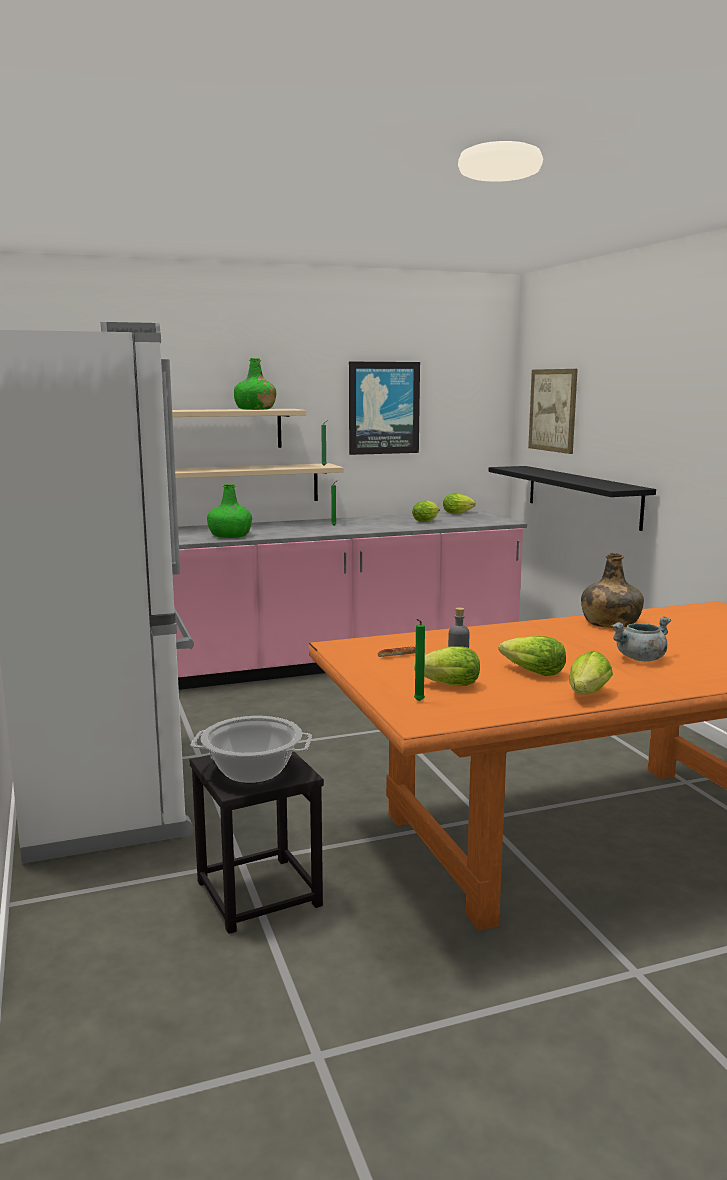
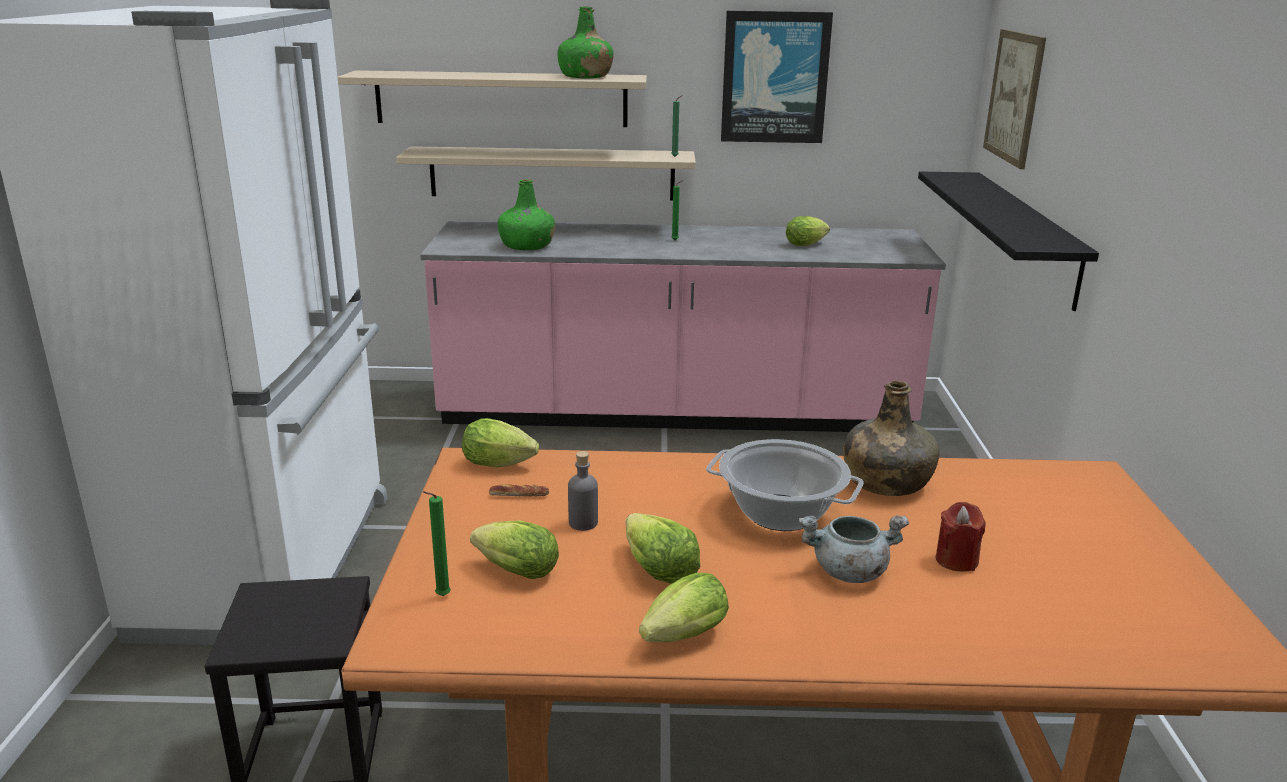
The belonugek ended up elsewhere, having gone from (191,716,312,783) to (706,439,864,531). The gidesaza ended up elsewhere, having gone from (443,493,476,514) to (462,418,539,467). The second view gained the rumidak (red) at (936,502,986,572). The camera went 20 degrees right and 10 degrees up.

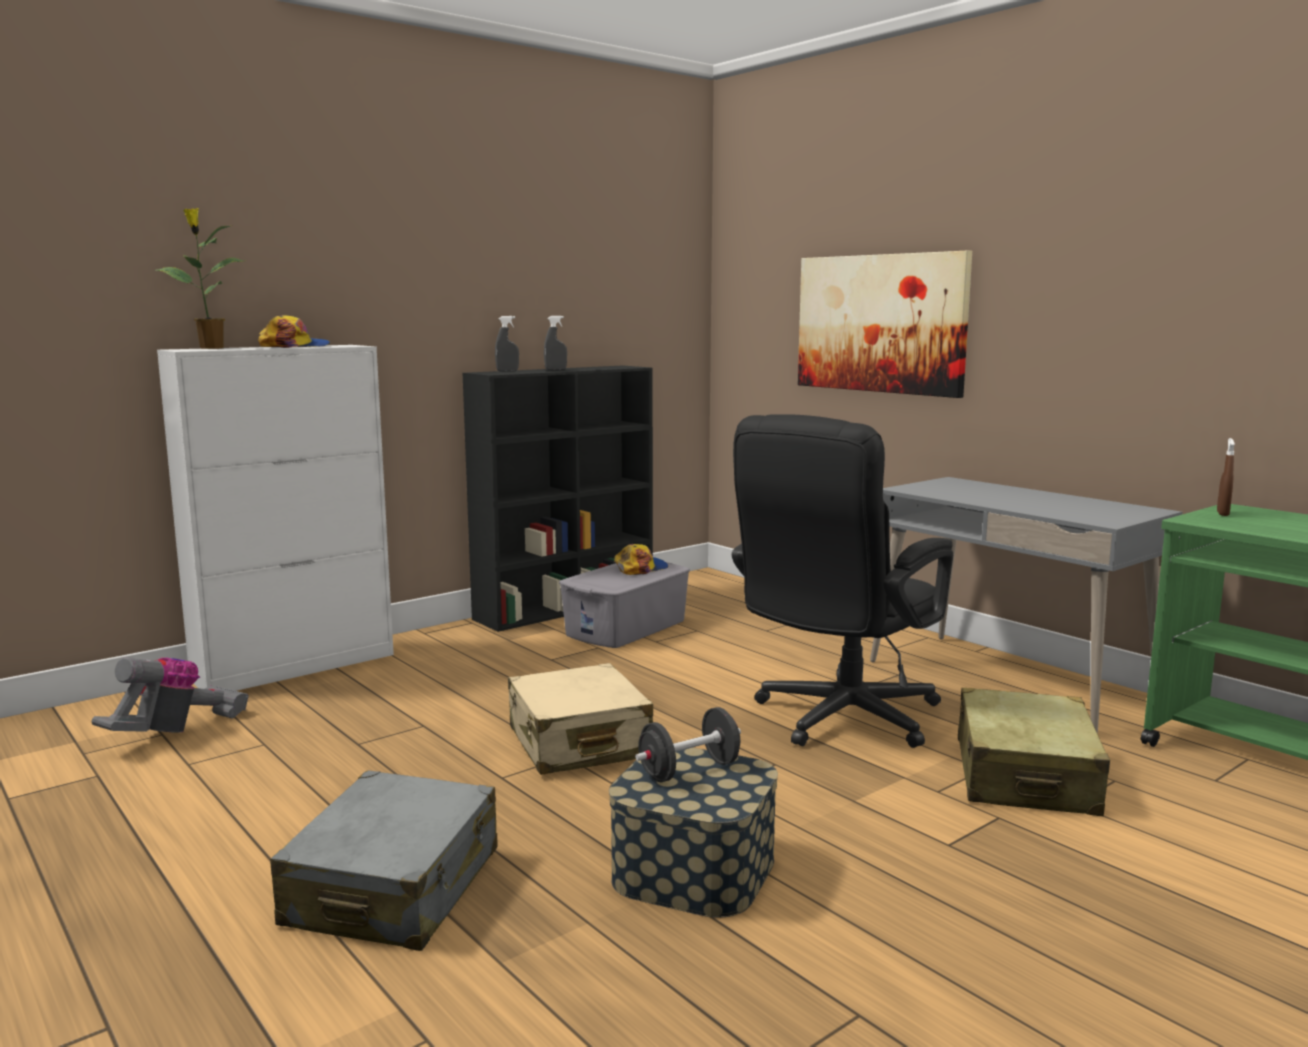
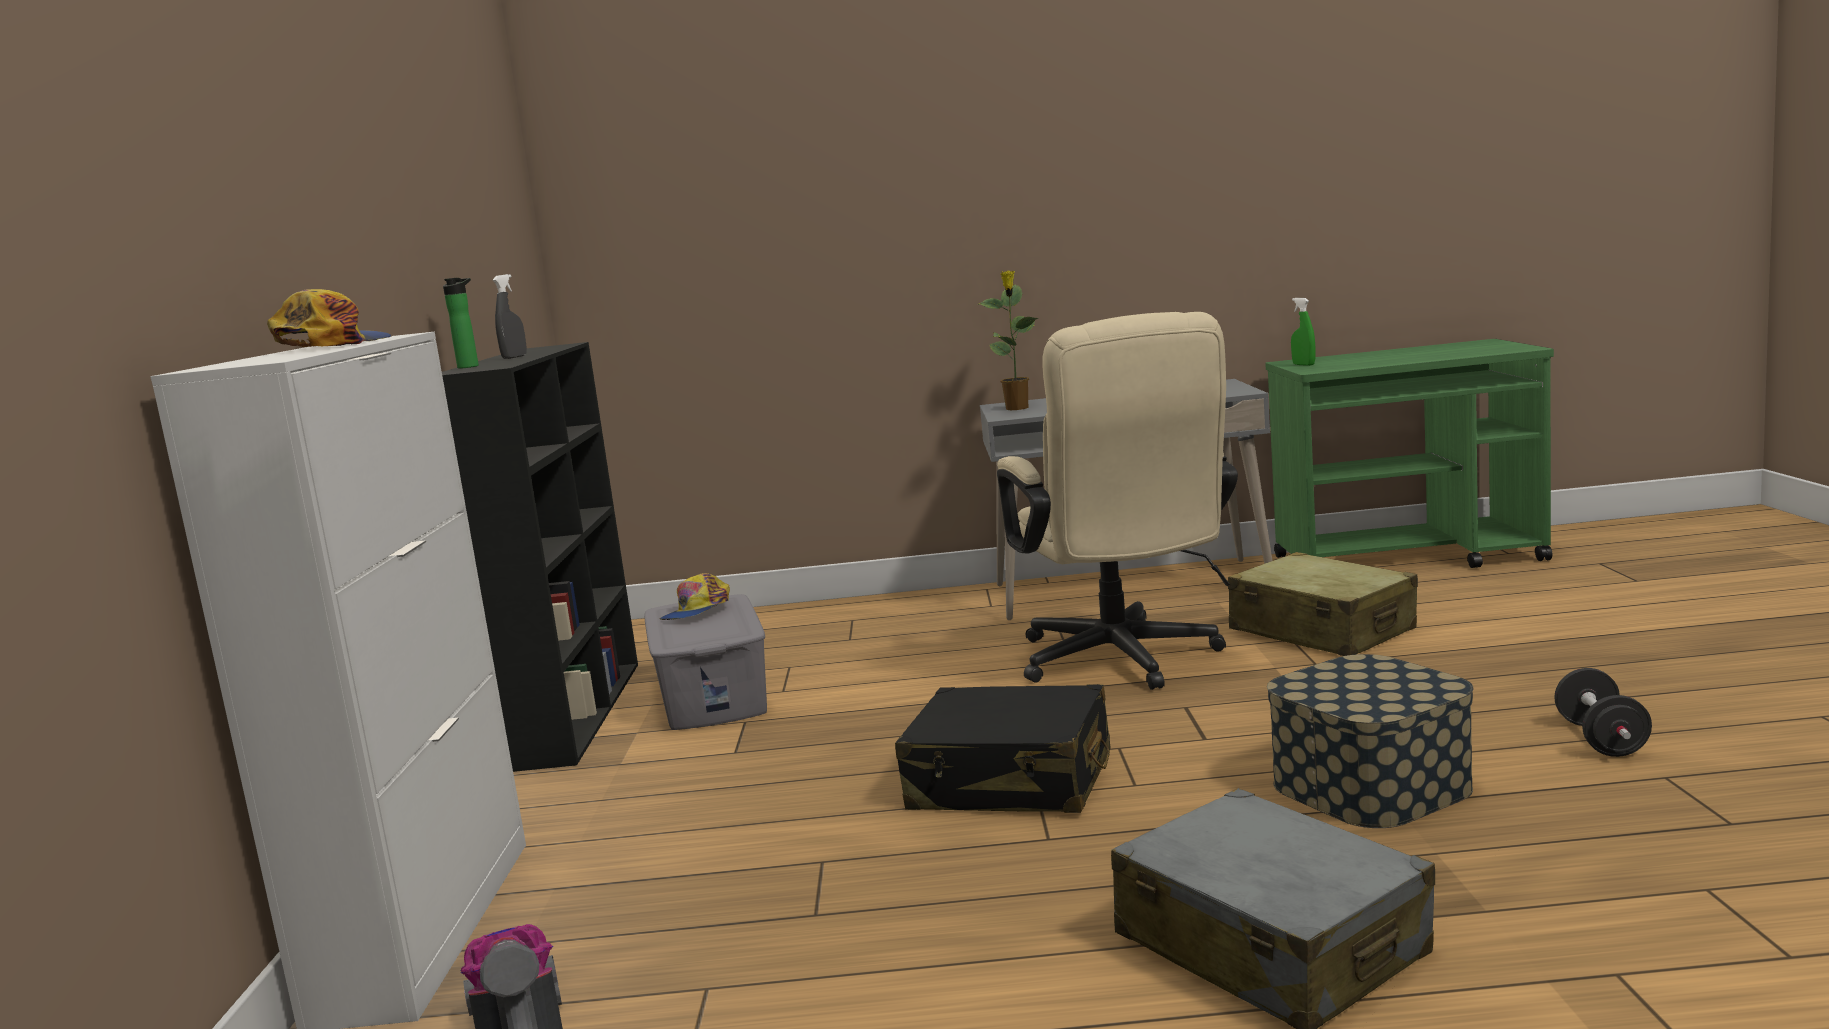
The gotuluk ended up elsewhere, having gone from (156,208,244,349) to (977,271,1038,410). Where the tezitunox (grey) stood at (495,316,519,371), the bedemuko came to stand at (443,278,479,369). What was the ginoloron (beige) at (508,663,653,775) turned into the ginoloron (black) at (895,684,1111,813). The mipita at (614,544,668,575) ended up facing another way, 150 degrees counterclockwise from before. The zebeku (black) ended up elsewhere, having gone from (635,707,741,782) to (1554,668,1652,757). What was the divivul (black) at (732,414,953,748) turned into the divivul (beige) at (997,312,1238,690). The second view lost the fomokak at (798,251,972,398). What was the tezitunox (brown) at (1217,438,1235,516) turned into the tezitunox (green) at (1291,298,1315,366). The camera went 50 degrees left and 0 degrees up.

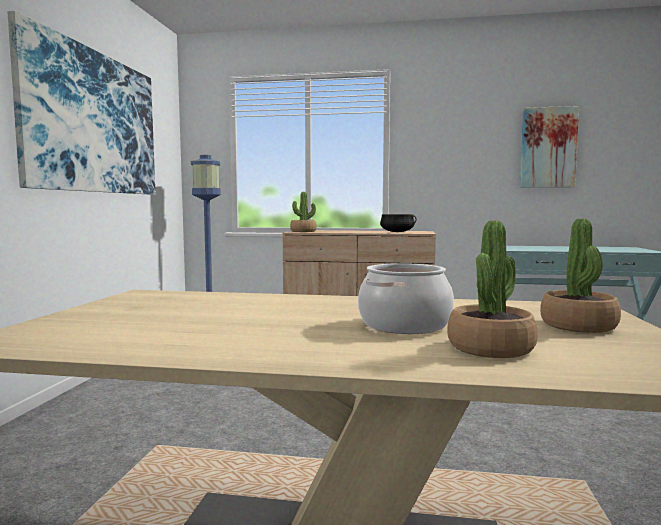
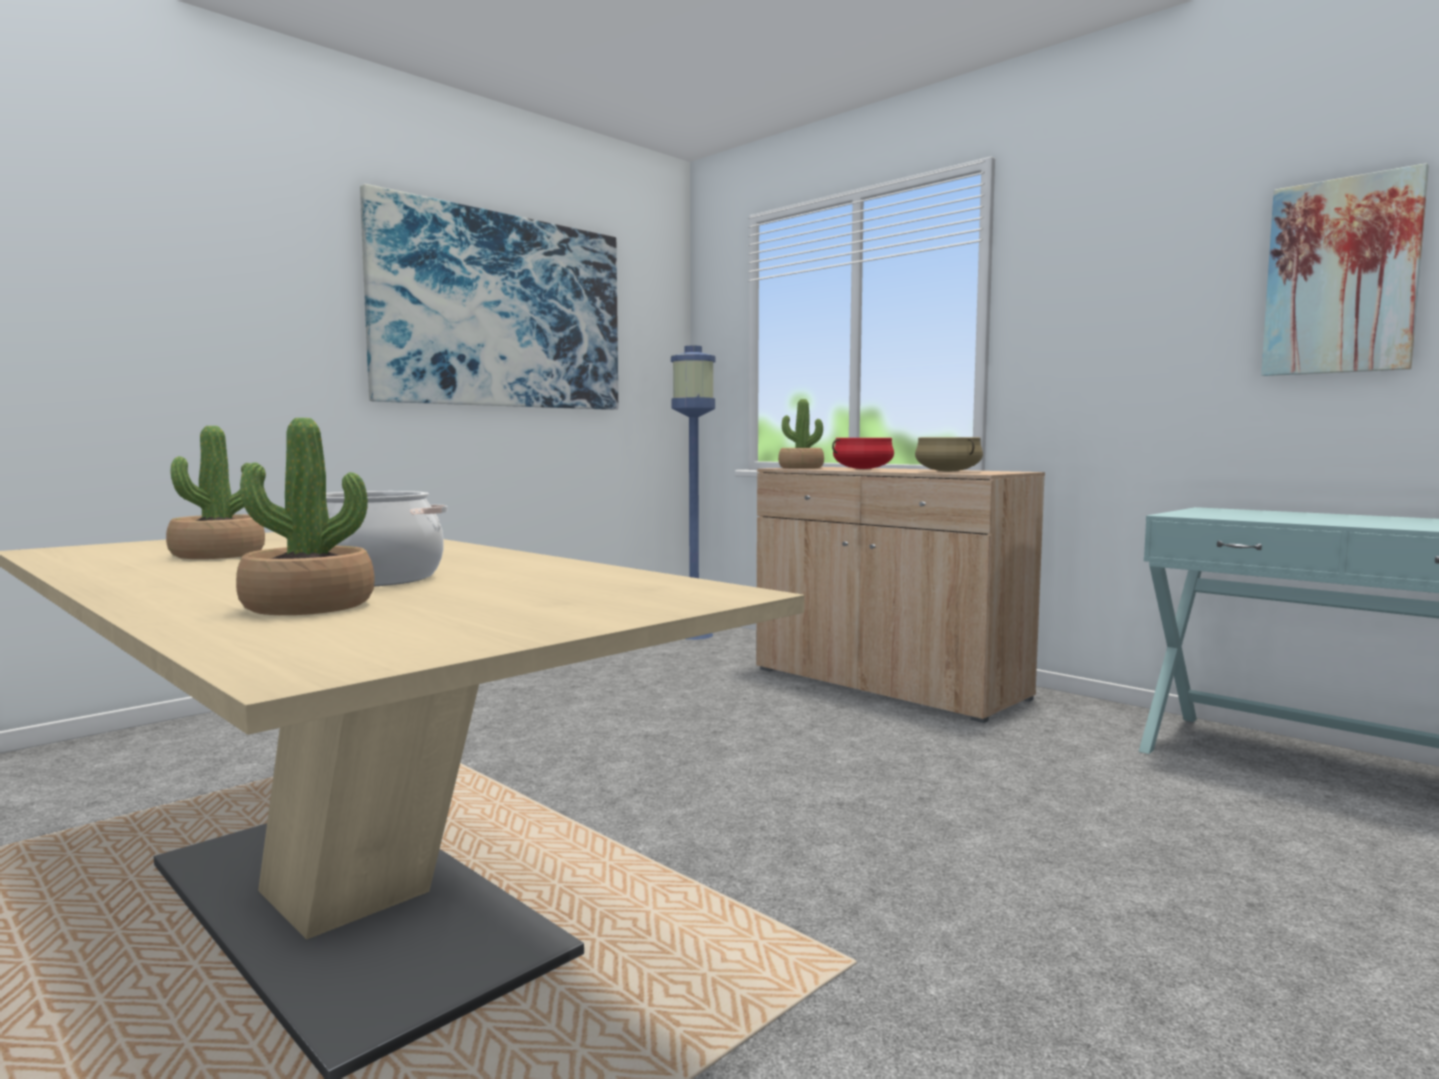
What was the belonugek (black) at (380,214,417,232) turned into the belonugek (beige) at (915,437,983,472). The gotuluk ended up elsewhere, having gone from (540,218,621,333) to (166,426,265,559). The second view gained the belonugek (red) at (832,438,894,469). The camera went 35 degrees right and 0 degrees up.

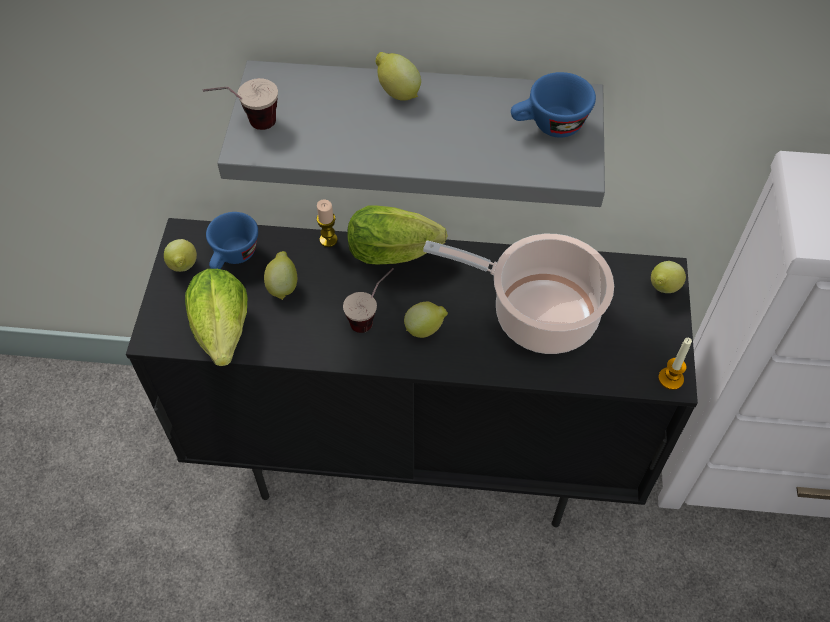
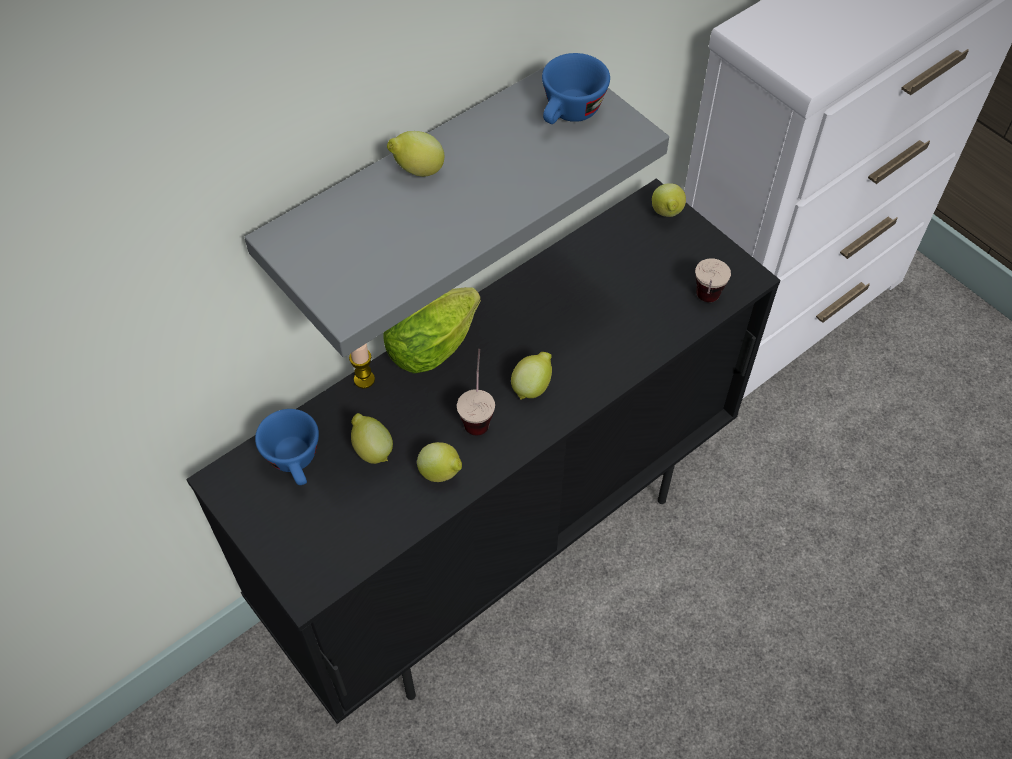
The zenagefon ended up elsewhere, having gone from (164,239,197,272) to (417,442,462,482). The second view lost the gidesaza at (185,269,247,366). The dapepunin ended up elsewhere, having gone from (203,78,278,130) to (695,258,731,302). The second view lost the belonugek at (423,234,614,354). The second view lost the rumidak at (658,338,692,390). The camera went 45 degrees left and 0 degrees up.

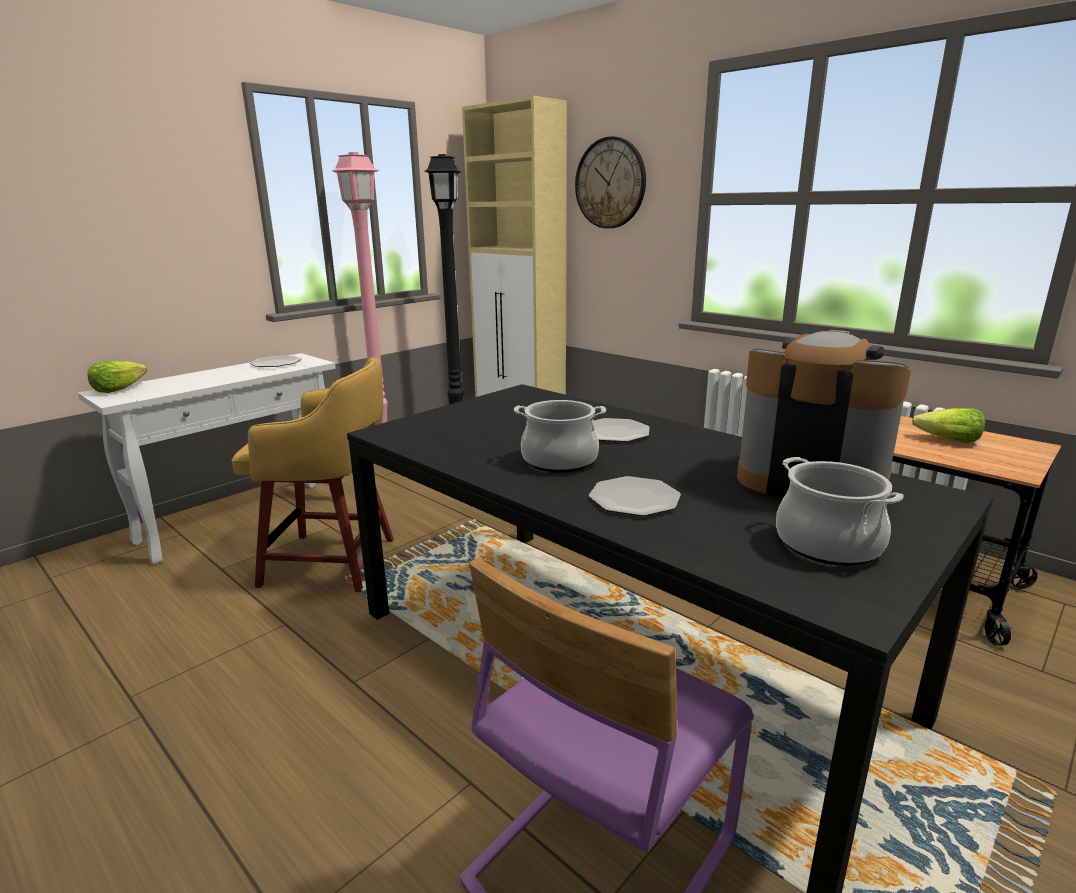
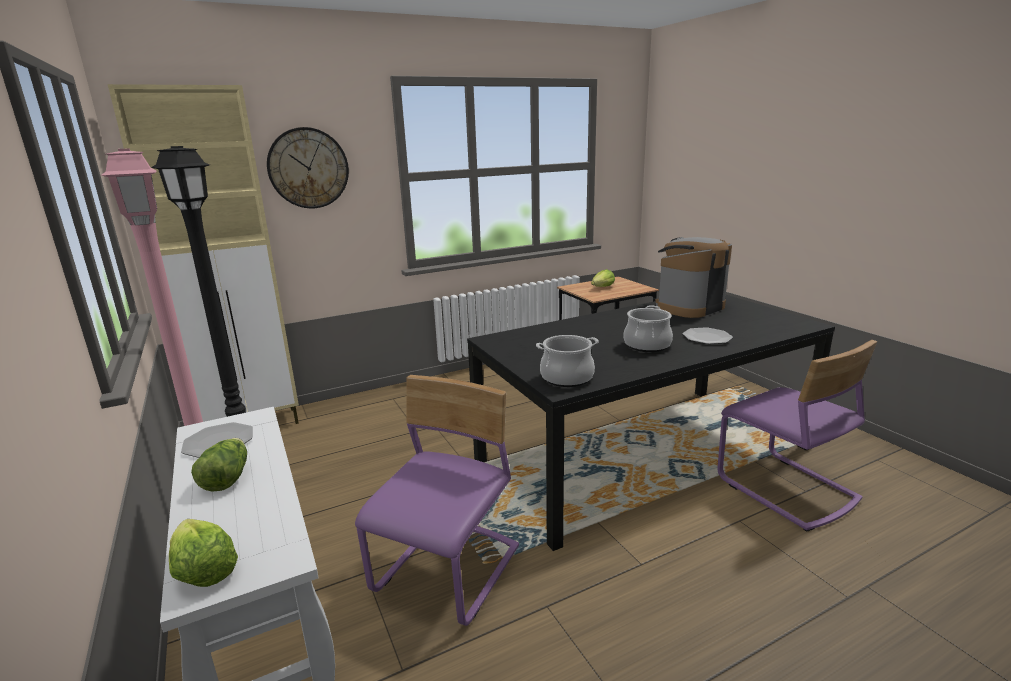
Where the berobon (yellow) stood at (232,357,394,592), the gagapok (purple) came to stand at (355,375,519,626). The second view lost the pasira at (593,418,649,442). The belonugek ended up elsewhere, having gone from (776,457,903,566) to (536,335,599,387). The second view gained the gidesaza at (191,438,247,492). The camera went 70 degrees left and 0 degrees up.

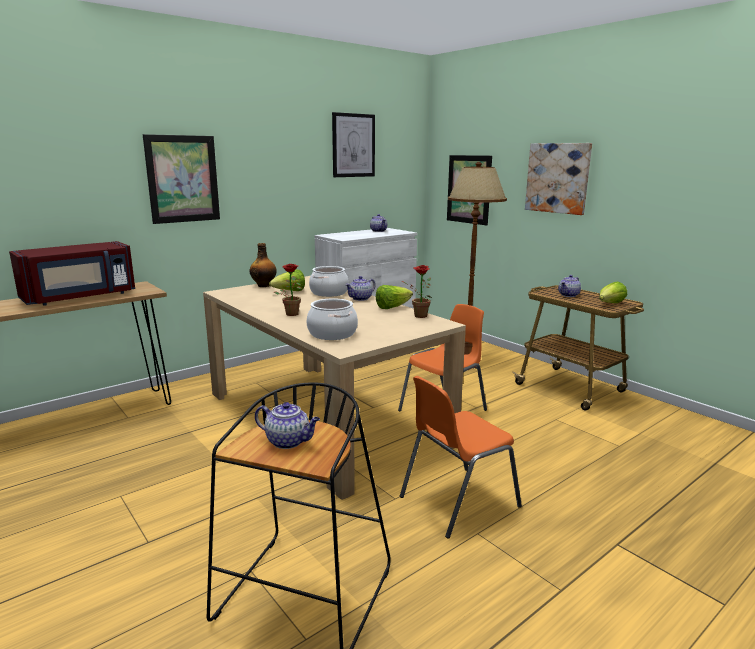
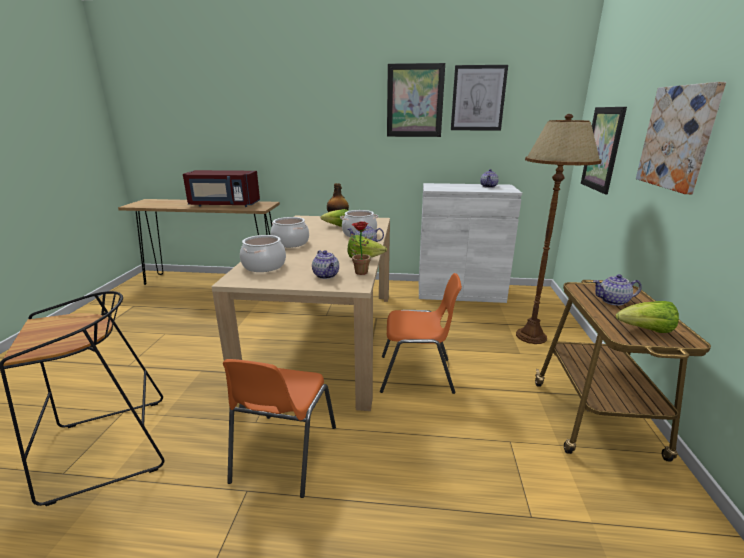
The fomokak ended up elsewhere, having gone from (143,134,220,224) to (387,63,445,137). The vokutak ended up elsewhere, having gone from (255,402,320,449) to (312,250,339,279). Where the gotuluk stood at (274,264,301,316), the belonugek came to stand at (270,217,309,248). The gagapok (orange) at (400,376,522,538) ended up facing another way, 90 degrees counterclockwise from before. The camera went 45 degrees right and 5 degrees up.

